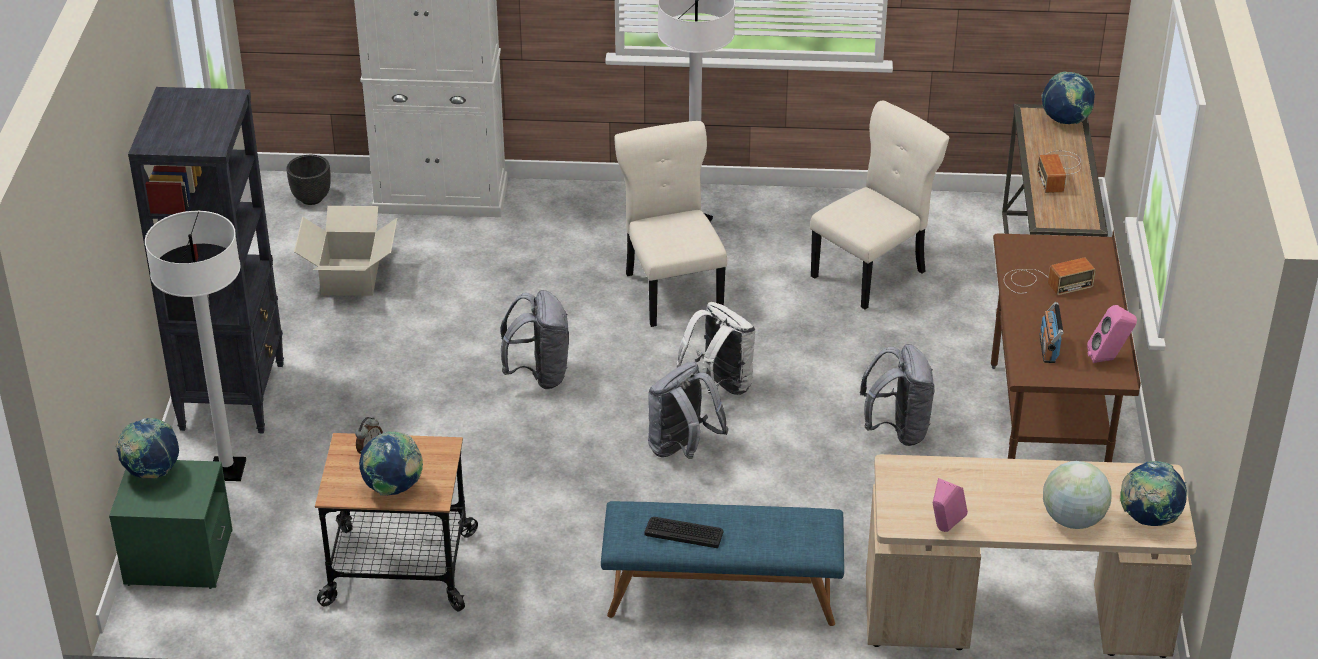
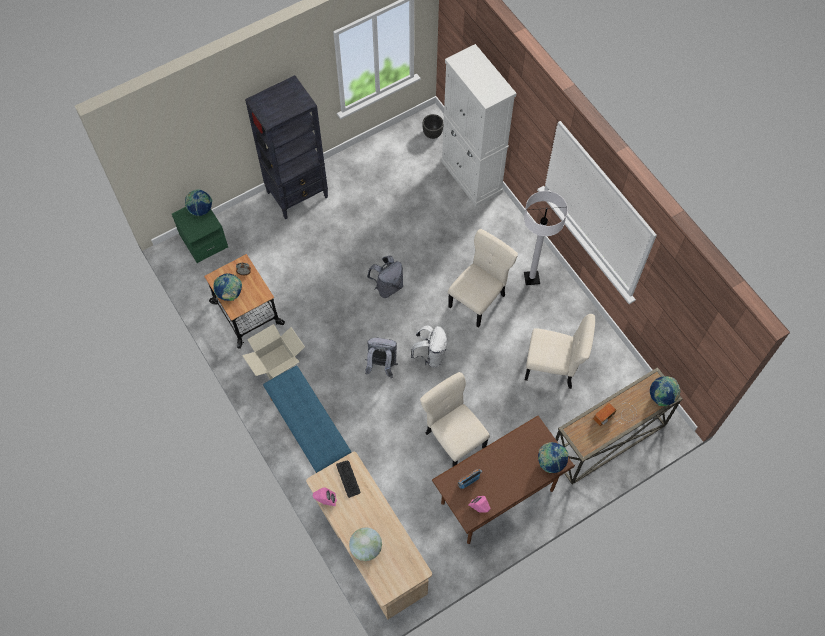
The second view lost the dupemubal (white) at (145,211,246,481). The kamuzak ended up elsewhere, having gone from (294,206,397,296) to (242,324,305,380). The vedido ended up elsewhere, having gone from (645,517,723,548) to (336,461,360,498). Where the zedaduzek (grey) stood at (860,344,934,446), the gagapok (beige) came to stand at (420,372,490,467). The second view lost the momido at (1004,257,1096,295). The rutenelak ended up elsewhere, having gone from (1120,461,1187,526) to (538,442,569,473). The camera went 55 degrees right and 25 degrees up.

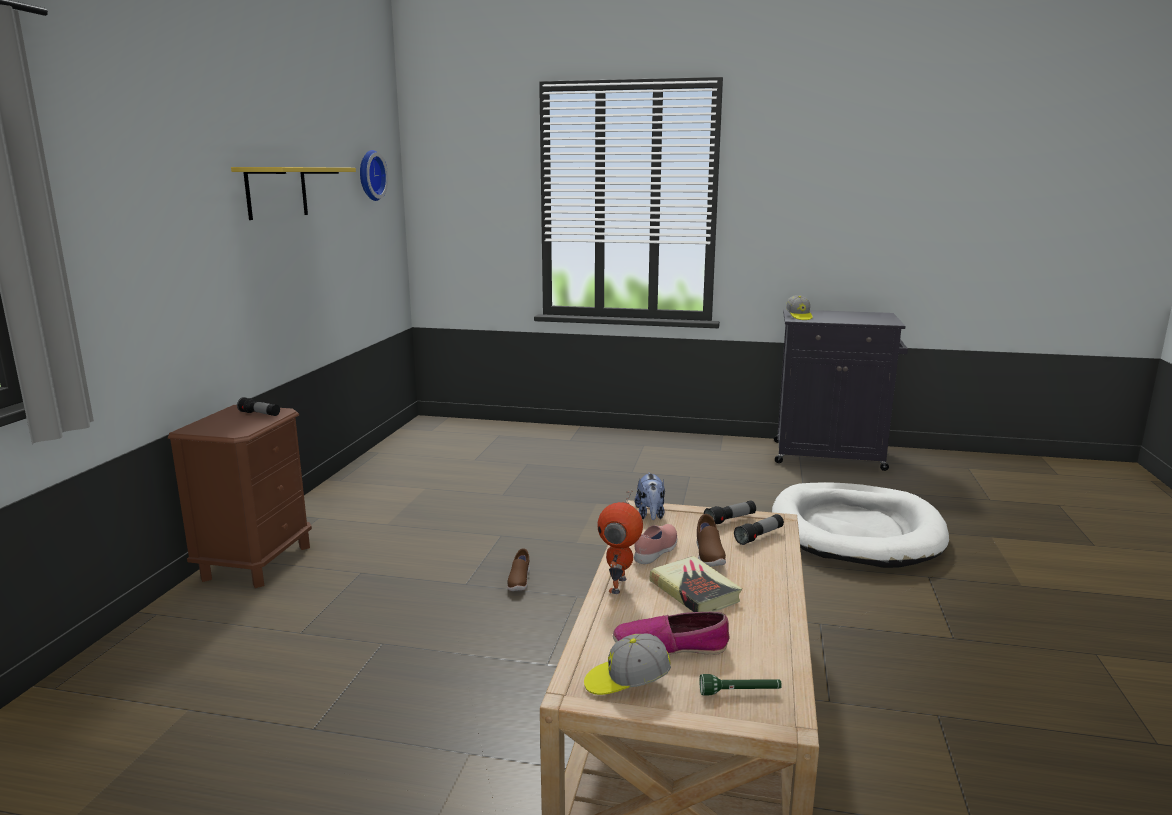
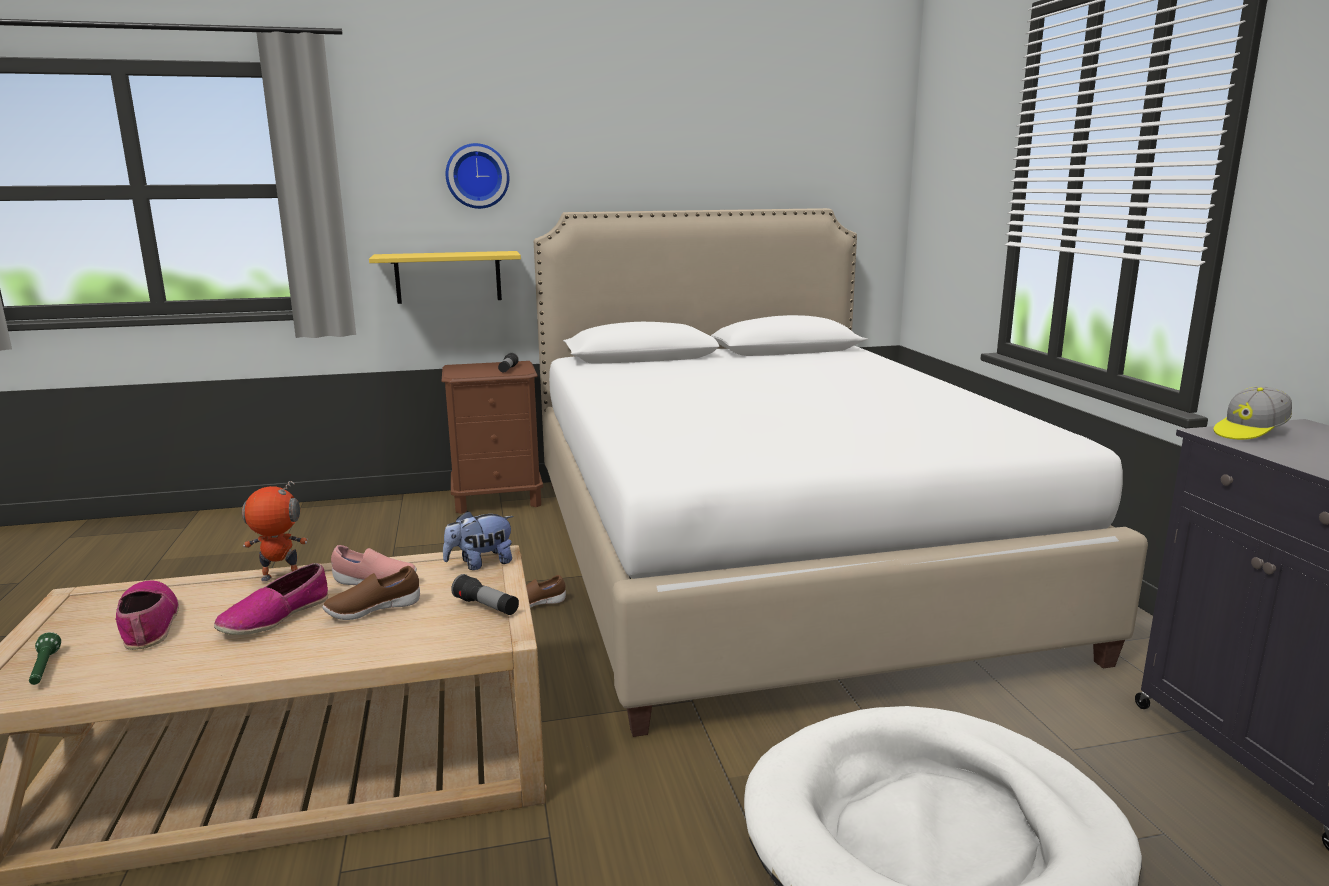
The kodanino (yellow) ended up elsewhere, having gone from (231,167,356,220) to (369,251,521,304). The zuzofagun ended up elsewhere, having gone from (360,150,388,201) to (446,143,509,209). The second view lost the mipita at (584,634,671,695). Where the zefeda stood at (649,556,742,612), the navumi came to stand at (214,563,328,635). The second view lost the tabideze at (734,514,784,545). The second view gained the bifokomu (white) at (534,208,1148,737). The camera went 65 degrees right and 0 degrees up.

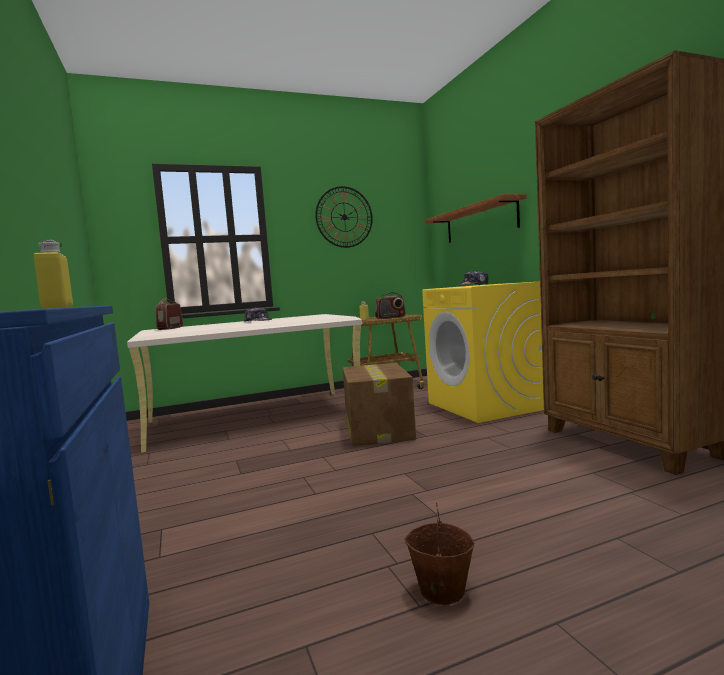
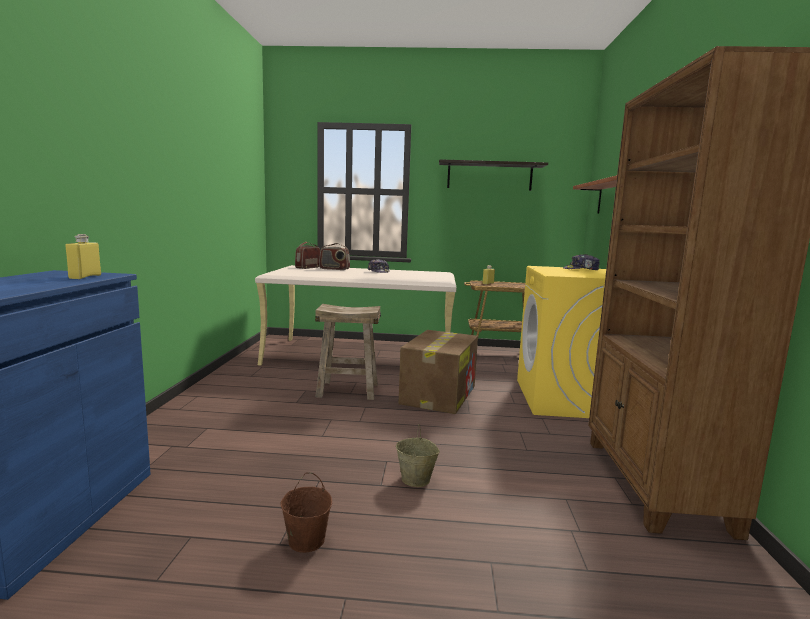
Where the zuzofagun hung at (315,186,373,248), the kodanino came to hang at (439,159,548,191). The momido ended up elsewhere, having gone from (375,292,406,319) to (319,243,350,270). The second view gained the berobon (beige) at (315,304,381,400). The second view gained the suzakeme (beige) at (396,424,440,487). The camera went 25 degrees right and 5 degrees up.

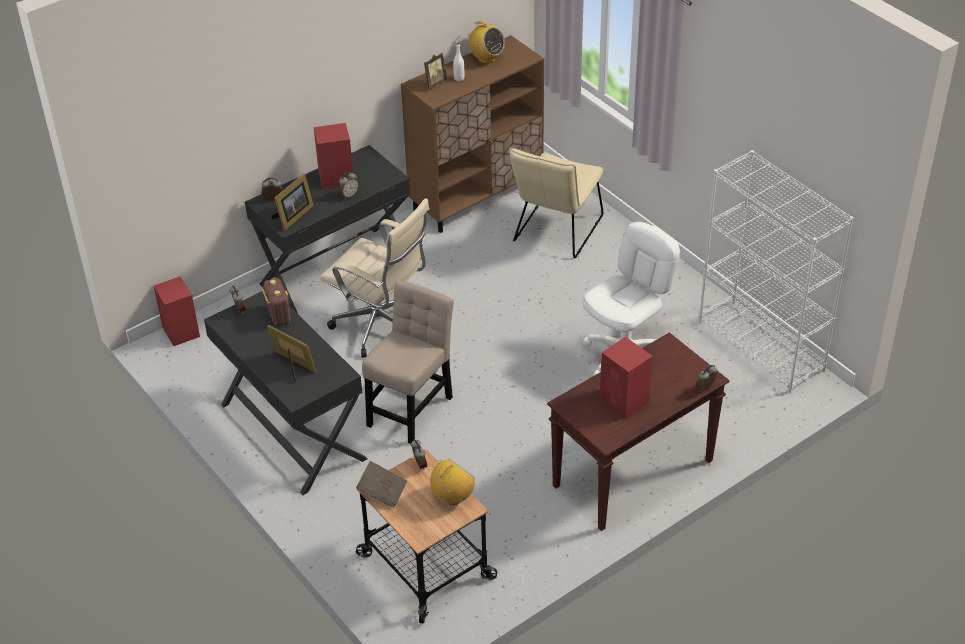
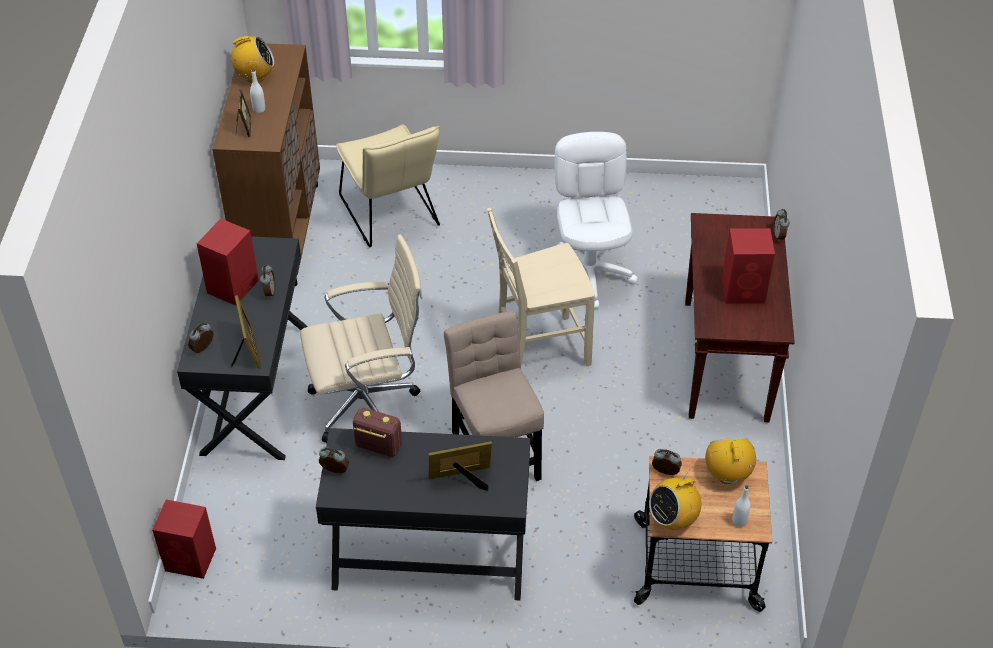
Where the zefeda (brown) stood at (356,461,407,508), the momido came to stand at (649,469,701,530). The second view lost the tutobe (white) at (699,150,853,393). The second view gained the gagapok (beige) at (487,208,595,366). The second view gained the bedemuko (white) at (732,485,750,527). The camera went 50 degrees left and 5 degrees up.

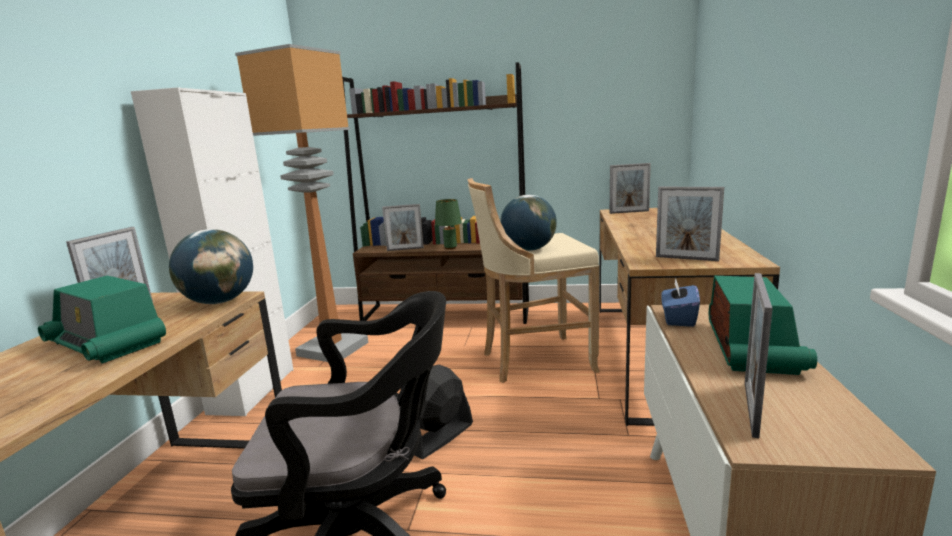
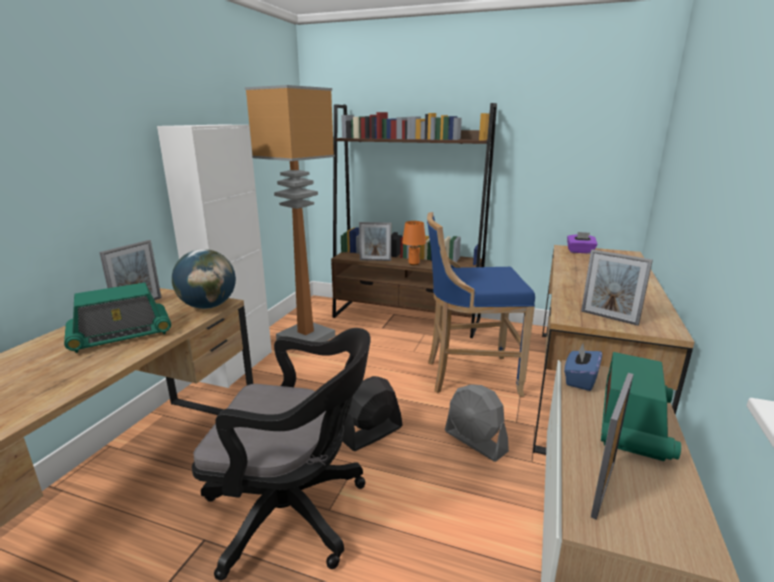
The momido at (38,275,166,364) ended up facing another way, 75 degrees counterclockwise from before. What was the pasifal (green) at (435,199,462,249) turned into the pasifal (orange) at (402,221,426,265). What was the berobon (beige) at (468,178,600,383) turned into the berobon (blue) at (427,212,535,397). The second view lost the rutenelak at (500,195,557,251). Where the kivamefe stood at (610,163,651,214), the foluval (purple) came to stand at (567,232,598,254). The second view gained the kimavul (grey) at (445,384,509,462). The camera went 10 degrees right and 5 degrees up.

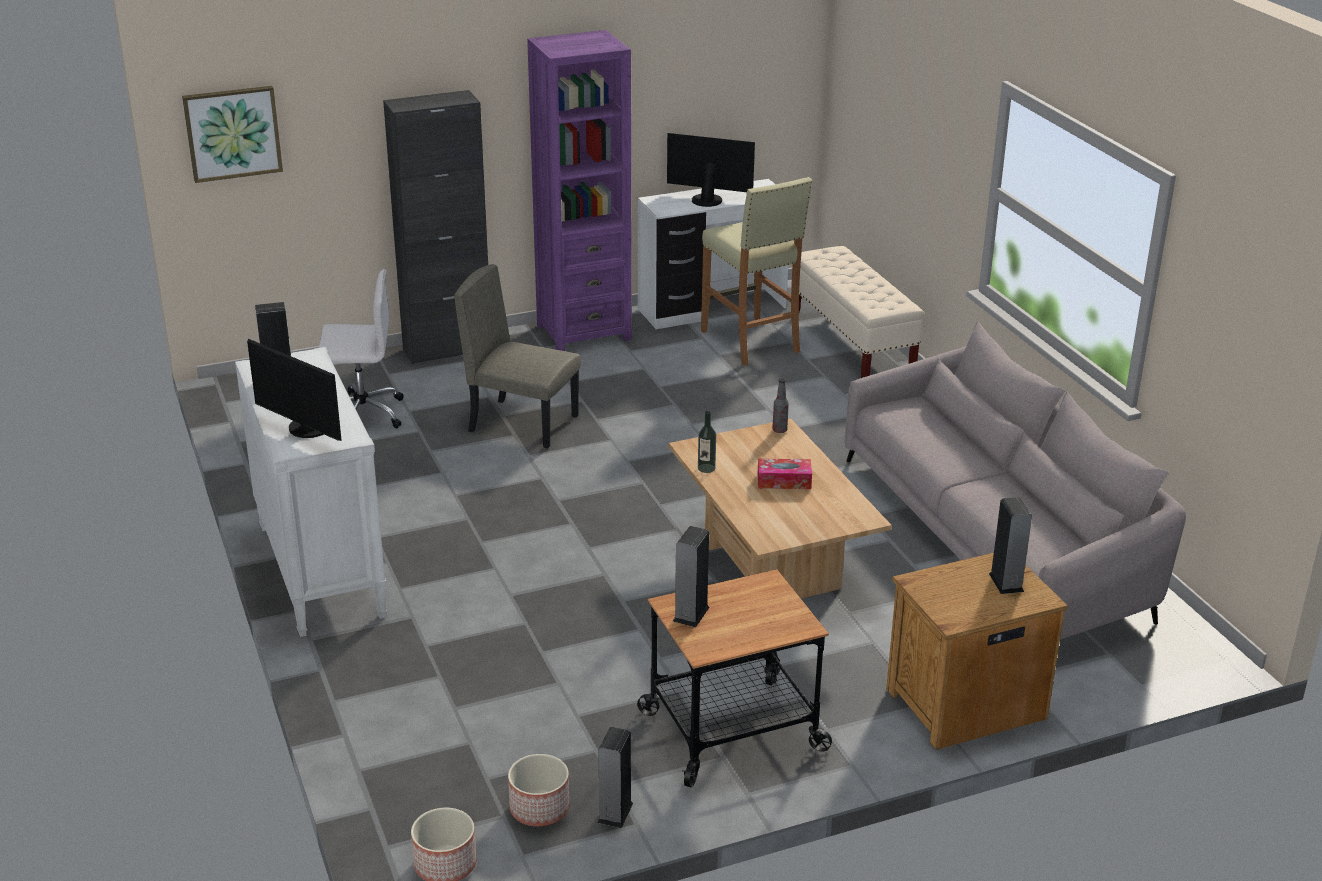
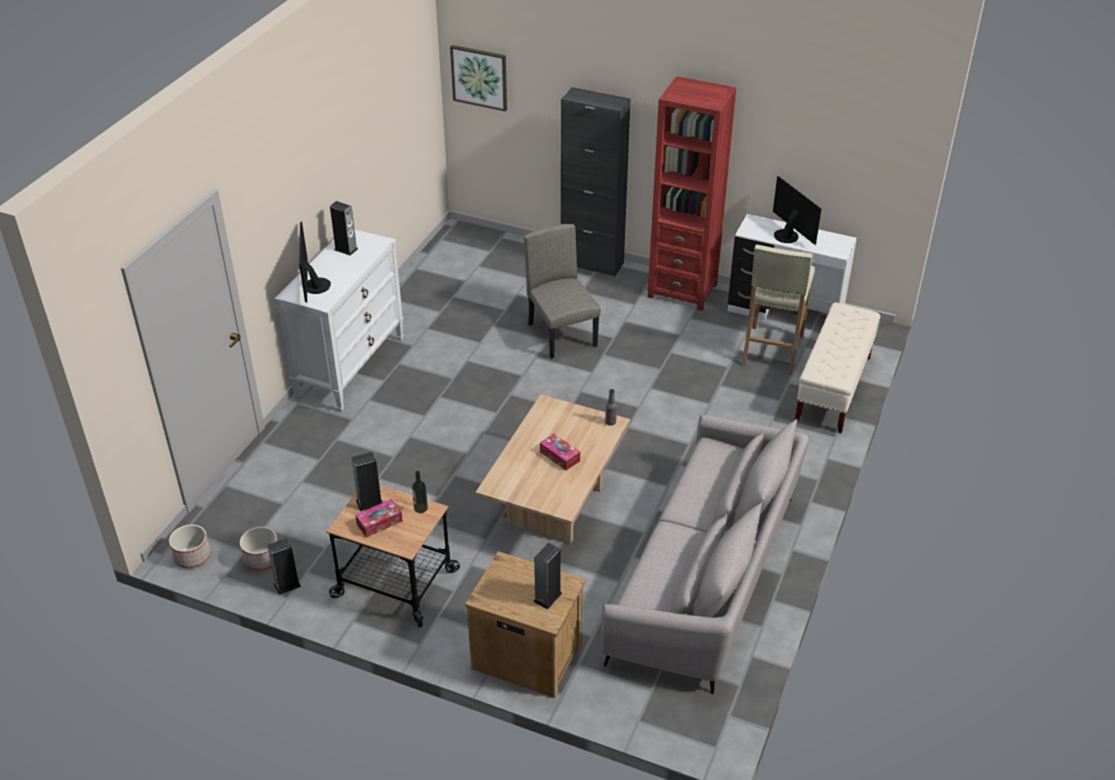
The second view lost the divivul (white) at (319,269,403,428). What was the tutobe (purple) at (527,30,632,351) turned into the tutobe (red) at (648,76,736,311). The bedemuko ended up elsewhere, having gone from (698,411,716,473) to (412,471,428,513). The second view gained the foluval at (355,499,403,538). The camera went 45 degrees right and 10 degrees up.

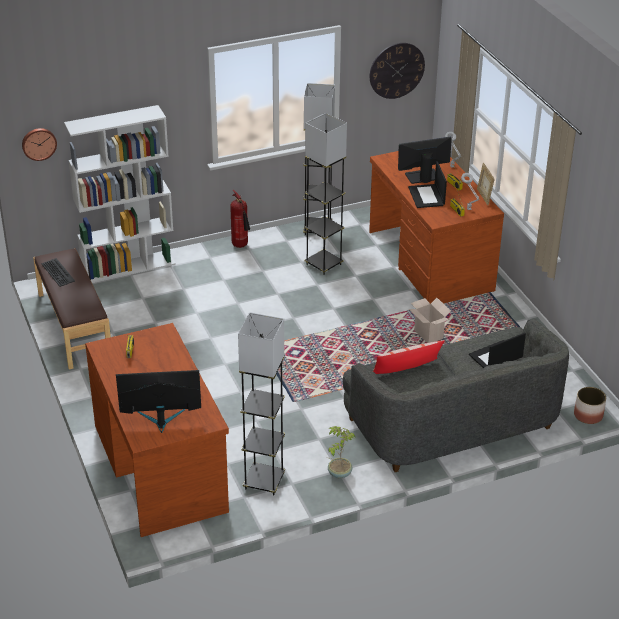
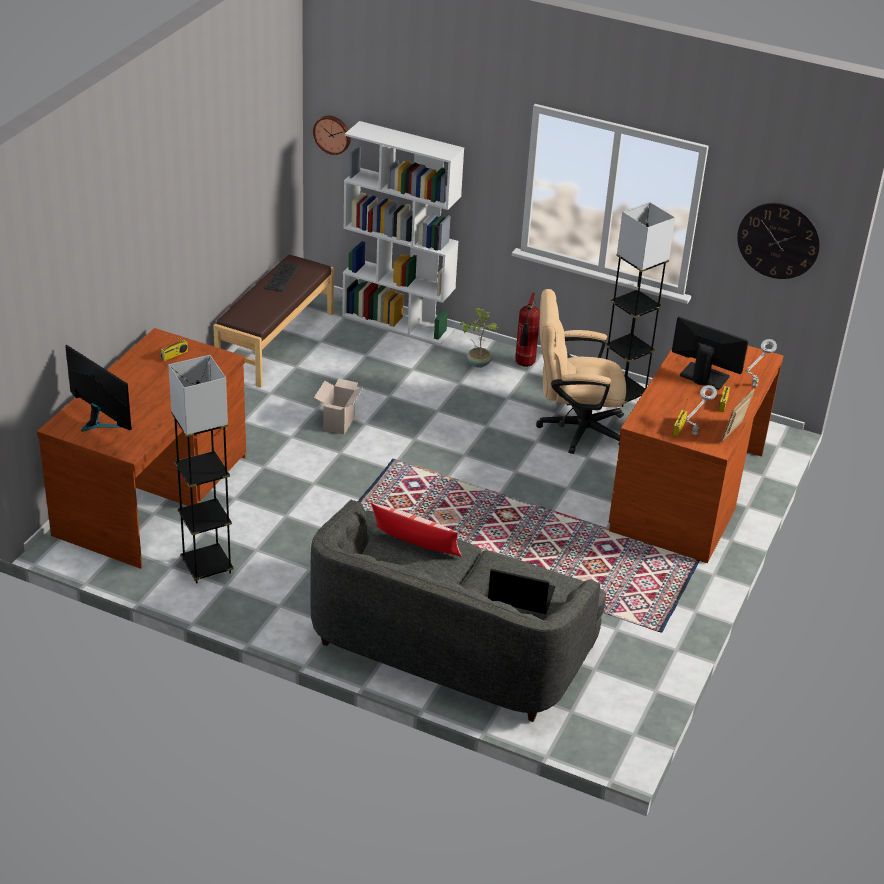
Where the dupemubal (grey) stood at (304,113,347,275), the divivul (beige) came to stand at (536,289,626,454). The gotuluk ended up elsewhere, having gone from (328,426,355,479) to (460,308,498,368). The second view lost the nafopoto at (408,161,447,208). The kamuzak ended up elsewhere, having gone from (409,298,451,343) to (314,378,363,435). The second view lost the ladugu at (574,387,606,424). The camera went 45 degrees right and 0 degrees up.

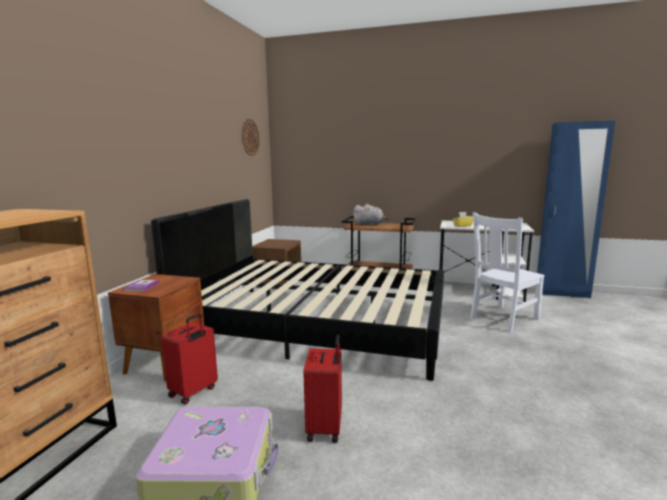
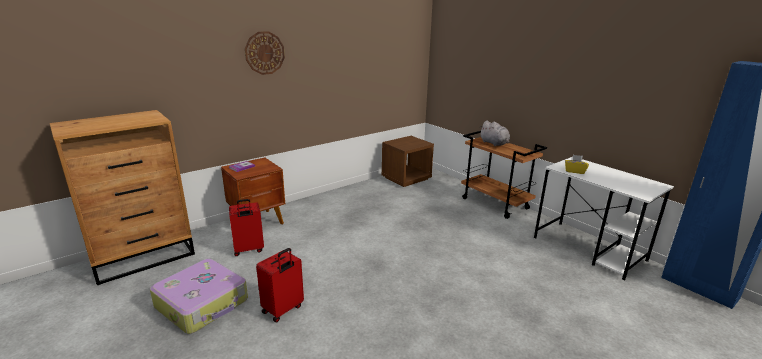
The second view lost the bifokomu (black) at (151,199,444,381). The zuzofagun ended up elsewhere, having gone from (242,119,259,156) to (245,31,285,75). The second view lost the gagapok (white) at (470,212,544,333). The camera went 35 degrees right and 10 degrees up.

